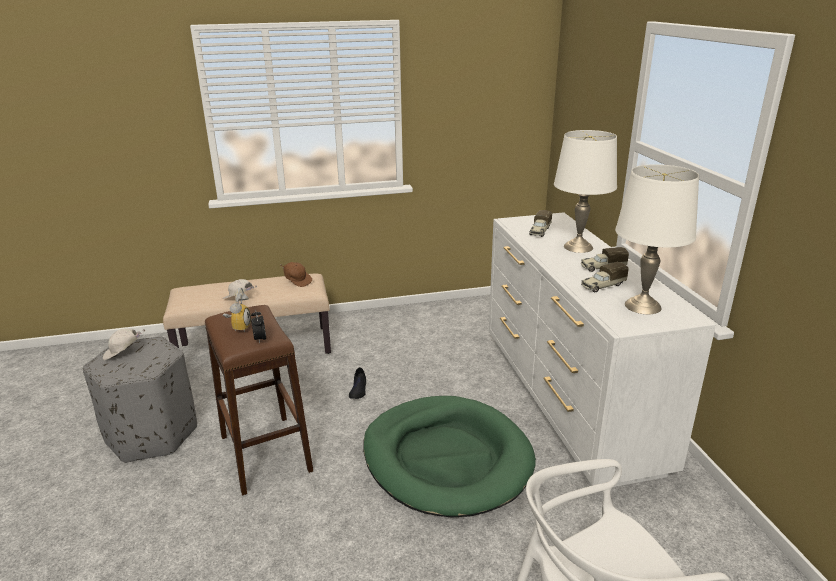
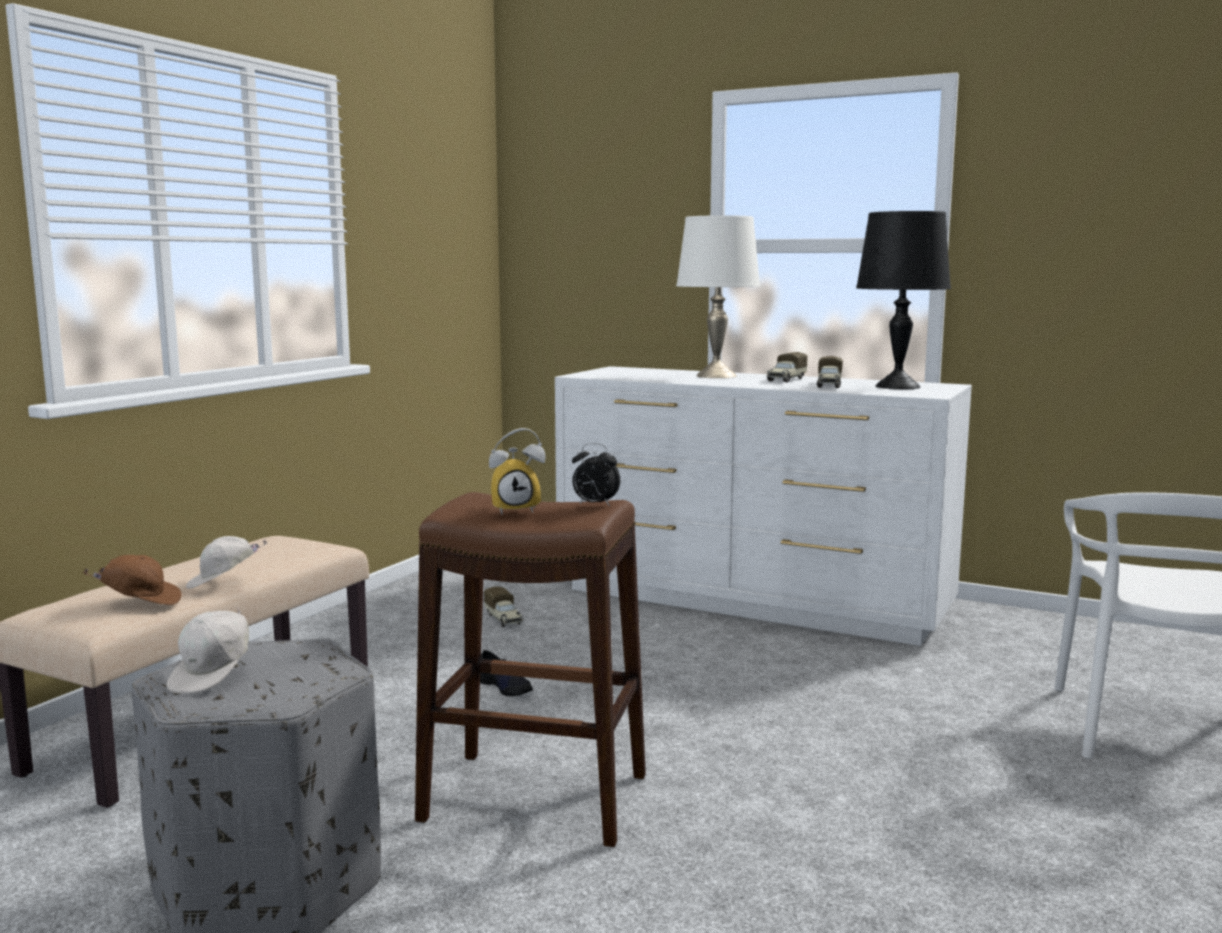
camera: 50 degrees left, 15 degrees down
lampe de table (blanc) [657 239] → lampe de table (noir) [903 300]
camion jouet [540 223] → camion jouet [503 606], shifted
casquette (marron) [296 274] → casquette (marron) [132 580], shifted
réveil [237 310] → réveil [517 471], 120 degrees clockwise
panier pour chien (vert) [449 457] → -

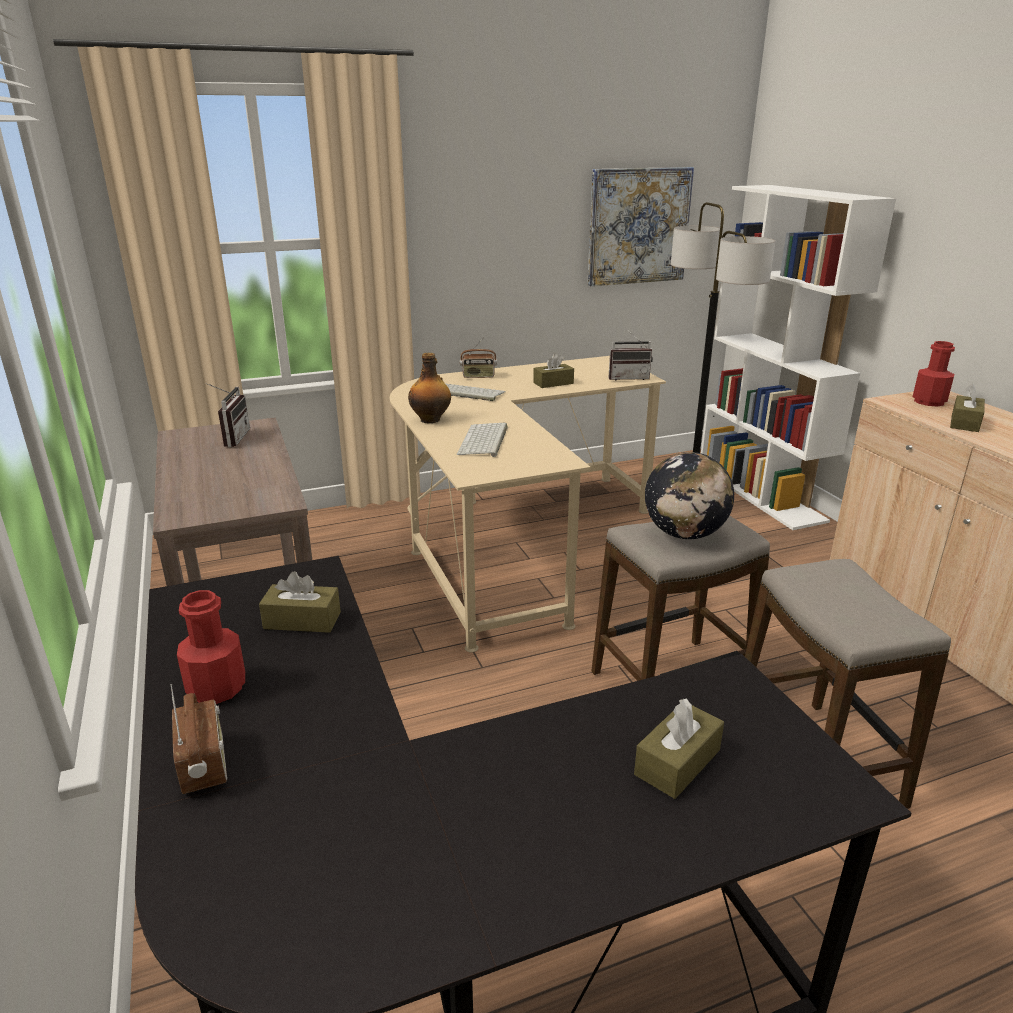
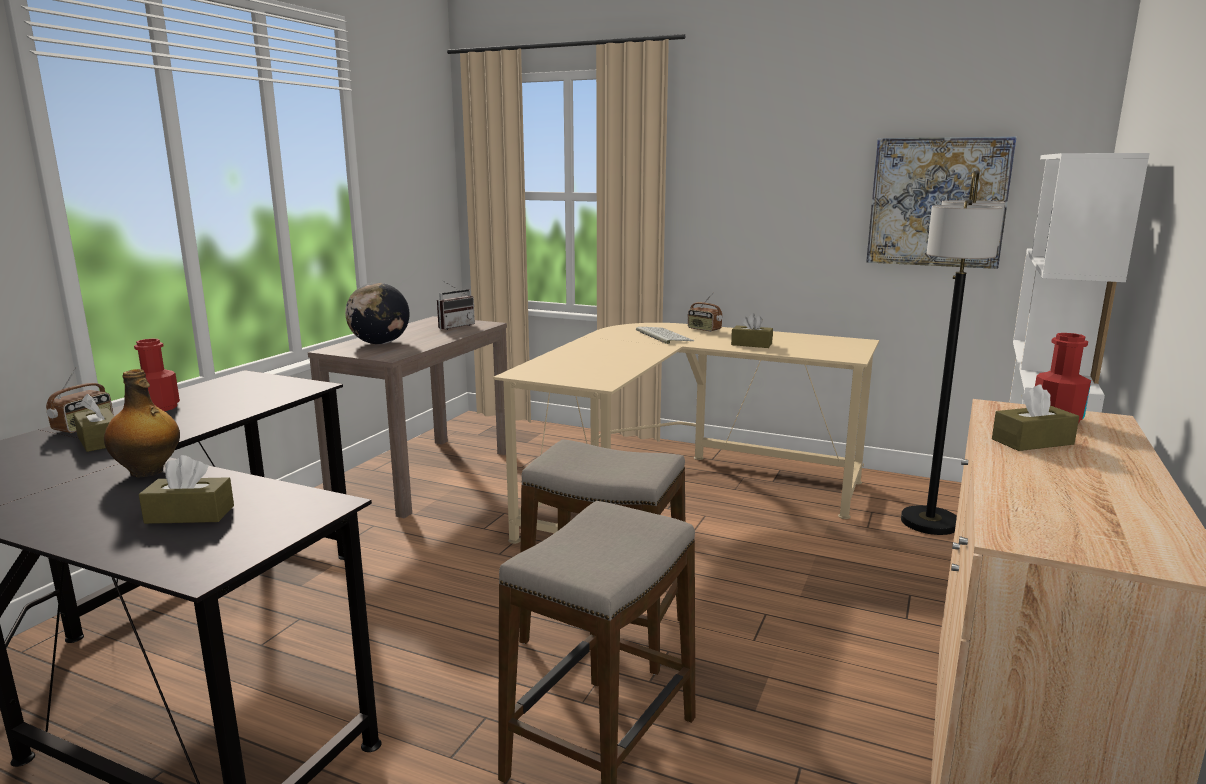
camera: 45 degrees right, 10 degrees down
radio [630 354] → -
bouteille [429 388] → bouteille [142 423], shifted
clavier [482 440] → -
globe [689 495] → globe [377 313], shifted
boîte à mouchoirs (marron) [300 602] → boîte à mouchoirs (marron) [94 423], shifted

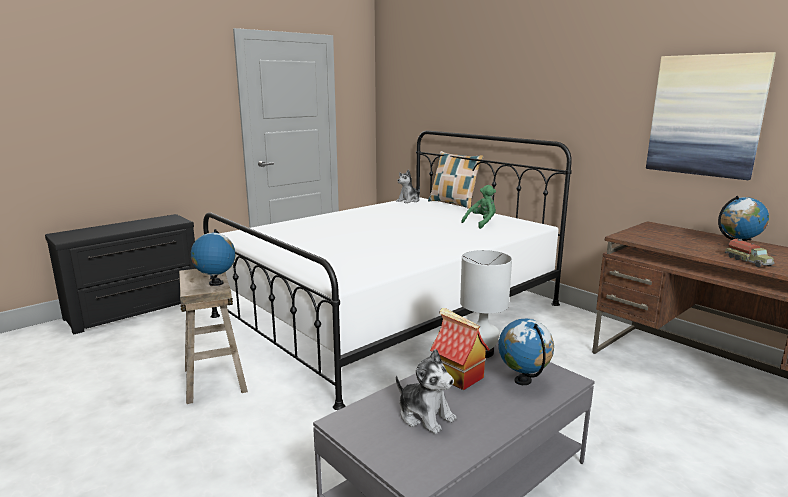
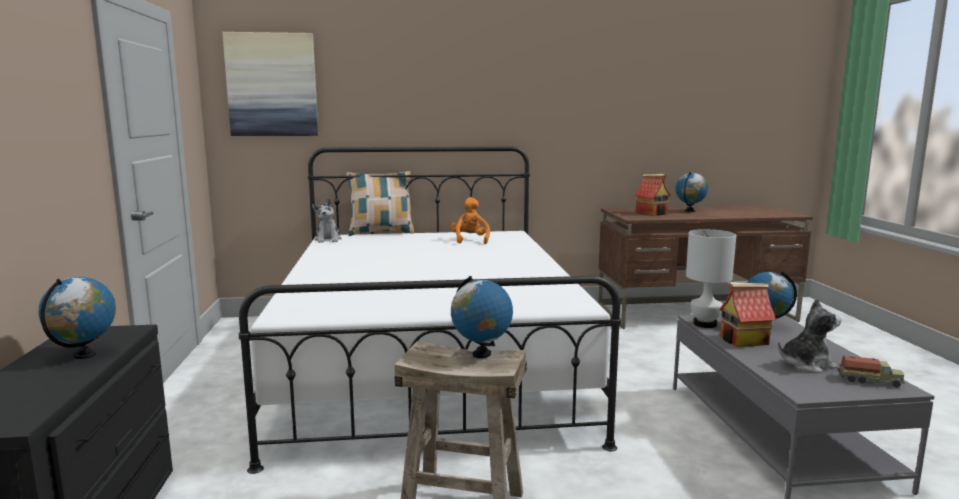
camera: 55 degrees left, 5 degrees down
tableau [711 116] → tableau [270 84], shifted
peluche (vert) [478 207] → peluche (orange) [470 220]
camion jouet [750 253] → camion jouet [871 371], shifted
- → maison miniature [652 195]
- → globe [77 318]

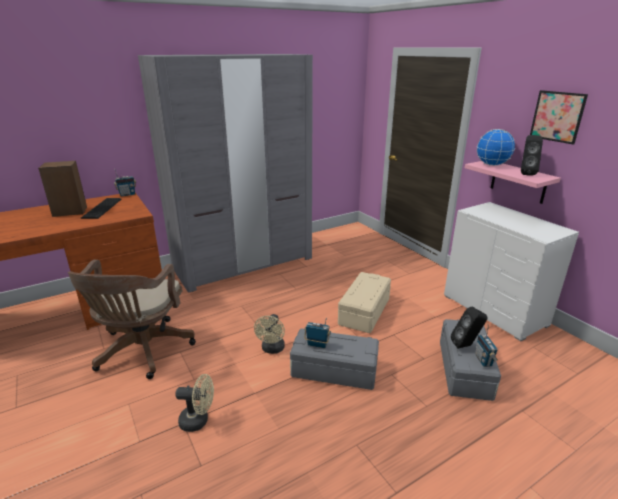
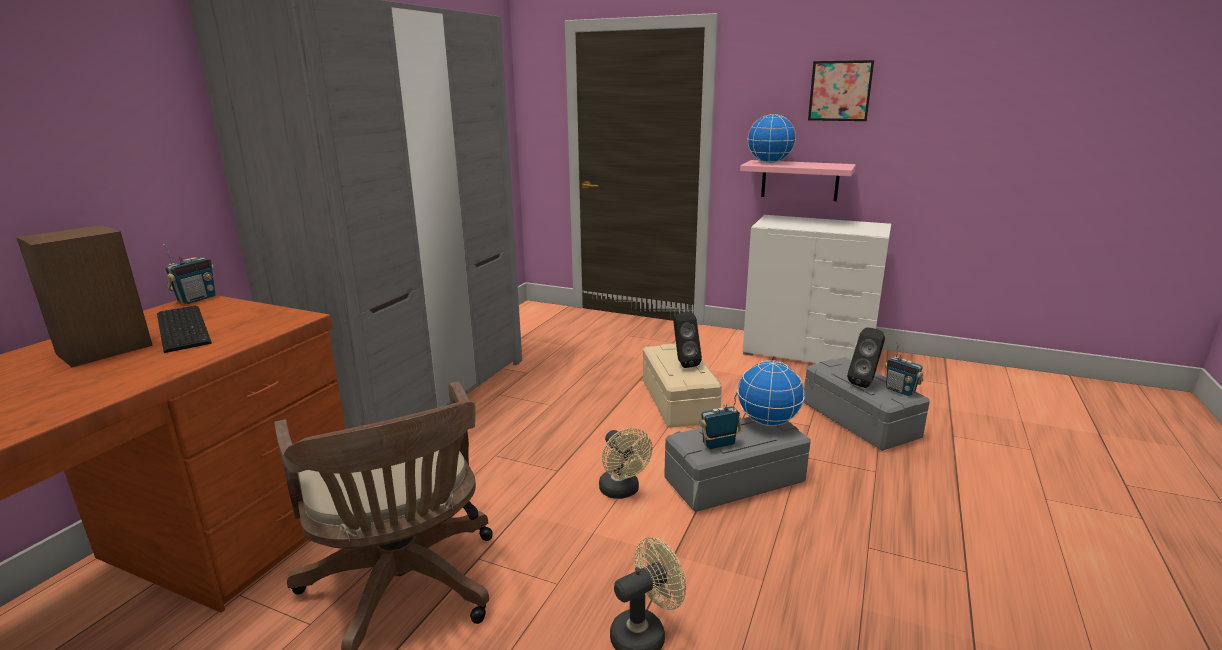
camera: 35 degrees left, 5 degrees down
enceinte (noir) [532 155] → enceinte (noir) [687 340], shifted
- → globe [771 393]

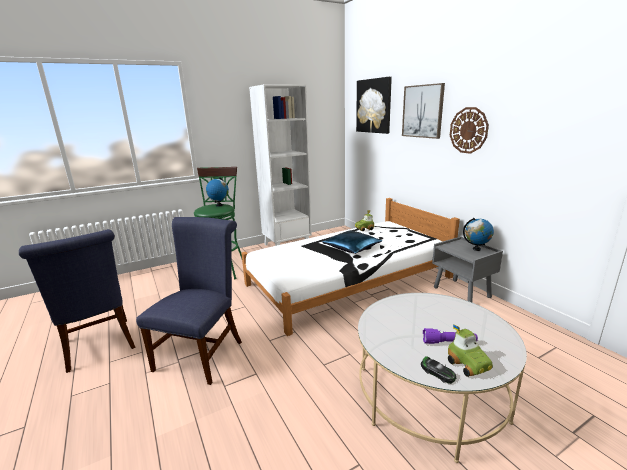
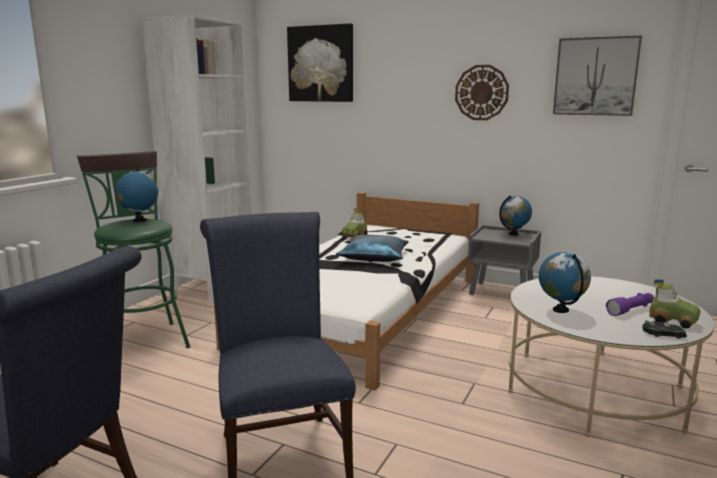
camera: 35 degrees left, 5 degrees down
tableau [423 111] → tableau [597 75], shifted
- → globe [565 282]

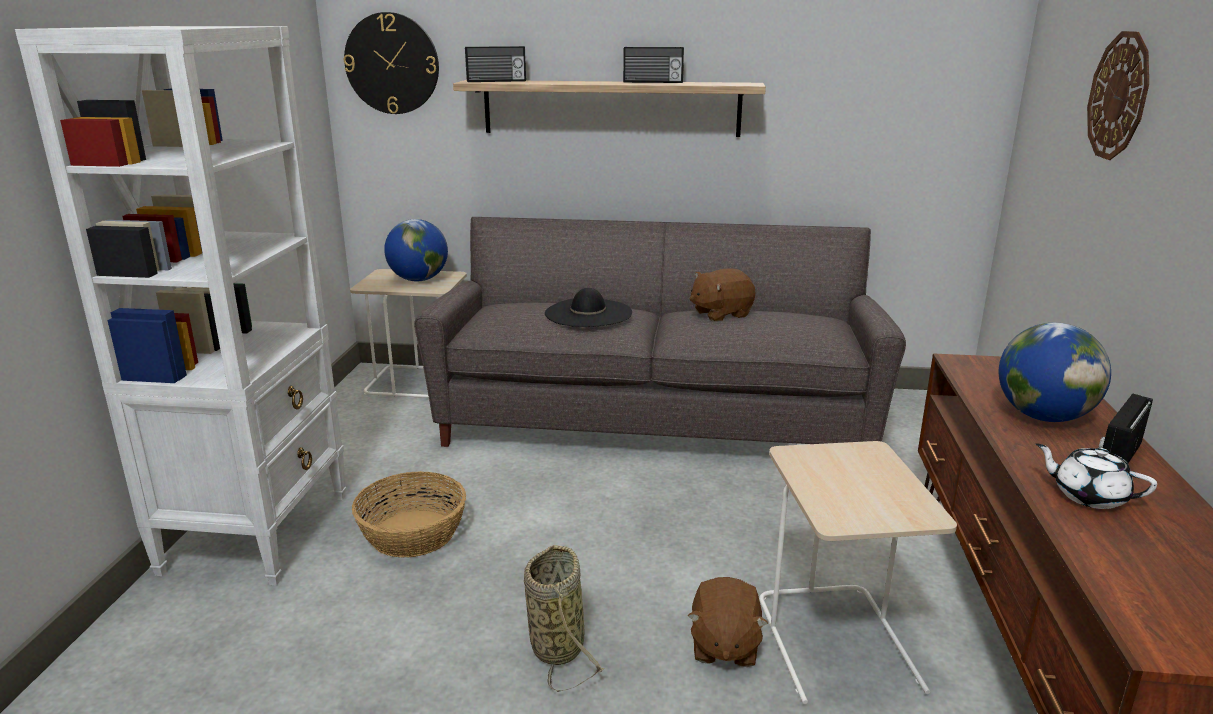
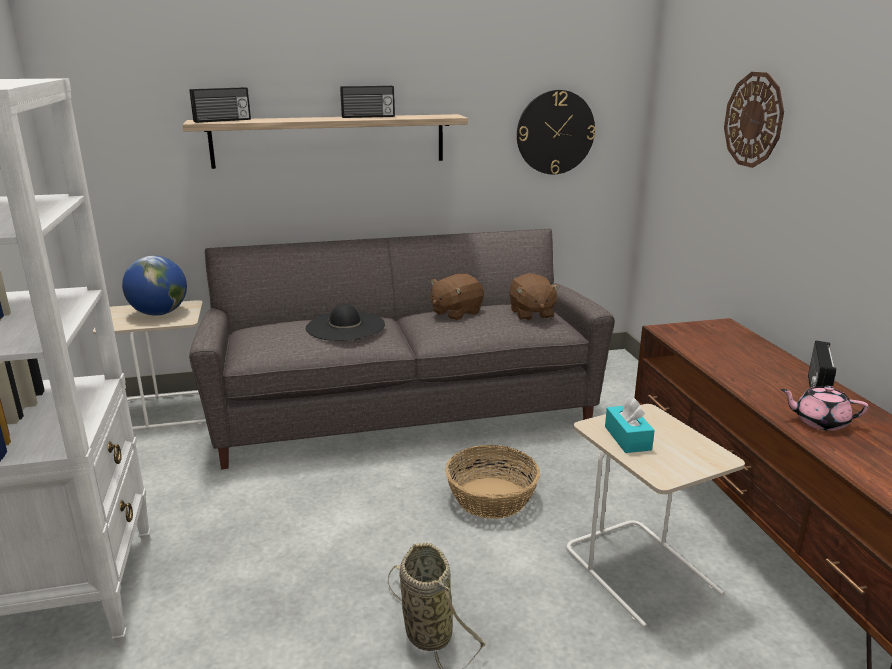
camera: 20 degrees left, 0 degrees up
horloge murale [391 63] → horloge murale [556 132], shifted
globe [1055 372] → -
théière (blanc) [1096 476] → théière (rose) [824 408]
panier [409 514] → panier [492 482], shifted
peluche (marron) [728 622] → peluche (marron) [534 296], shifted
- → boîte à mouchoirs (turquoise) [630 425]

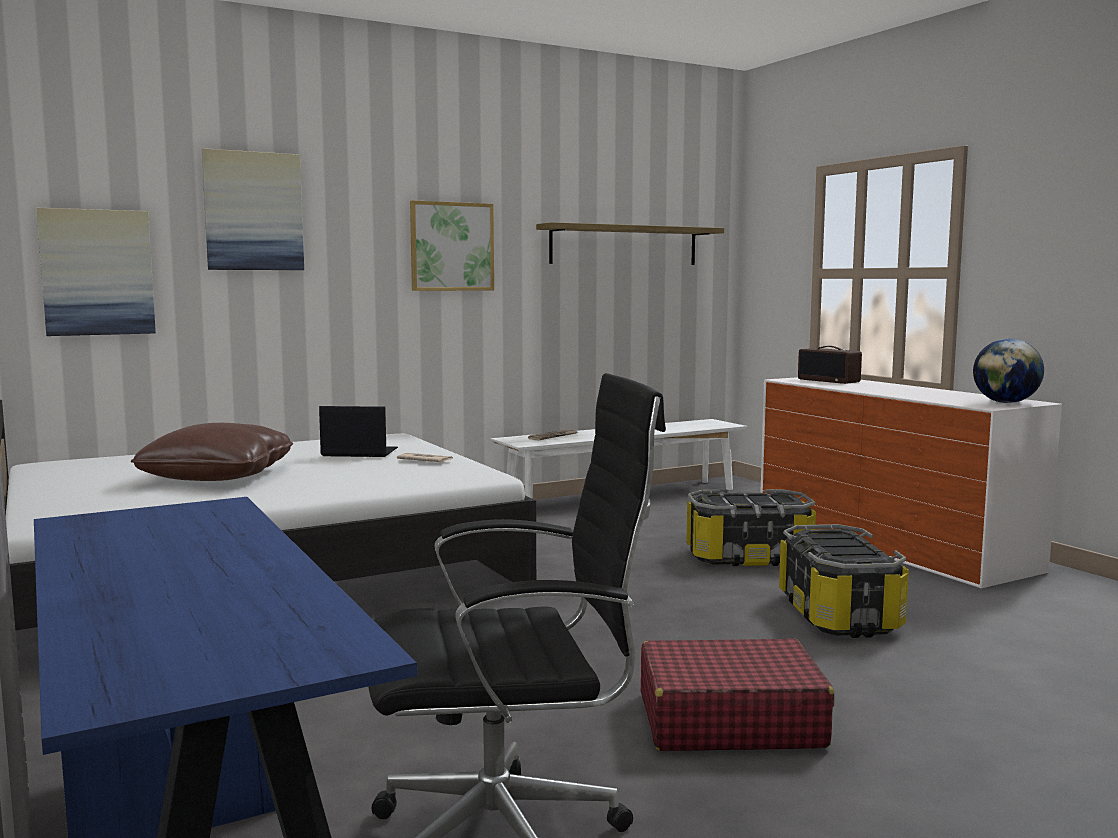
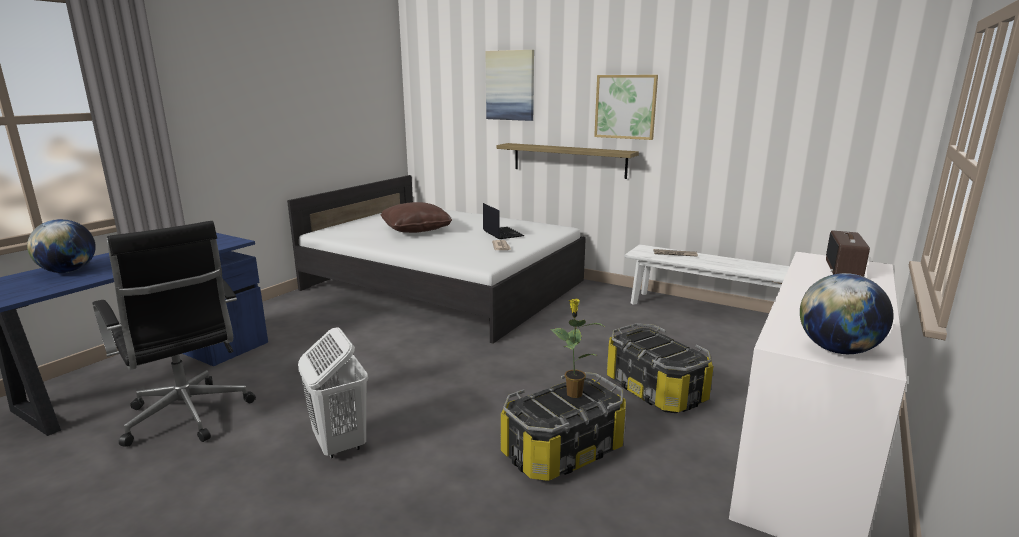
camera: 60 degrees right, 10 degrees up
tableau [96 272] → -
étagère [630 243] → étagère [568 161], shifted
valise (rouge) [737 694] → panier à linge (blanc) [333 392]
- → globe [61 246]
- → plante en pot [577 348]

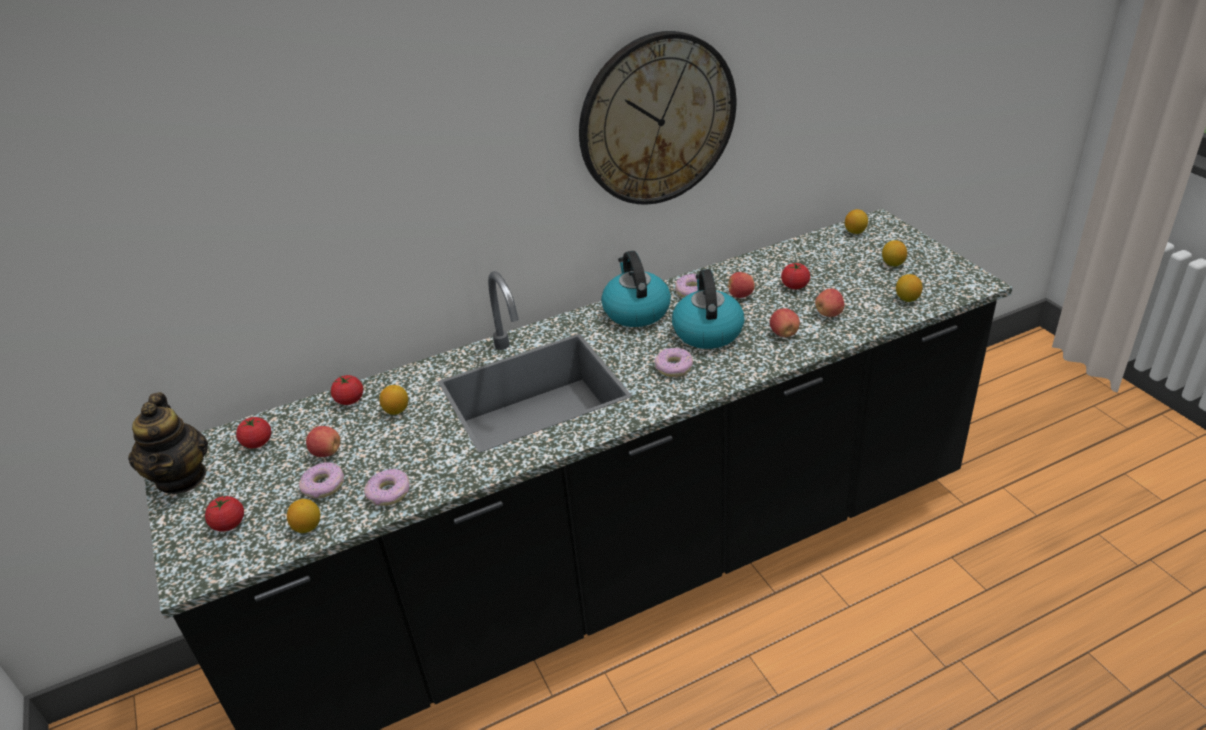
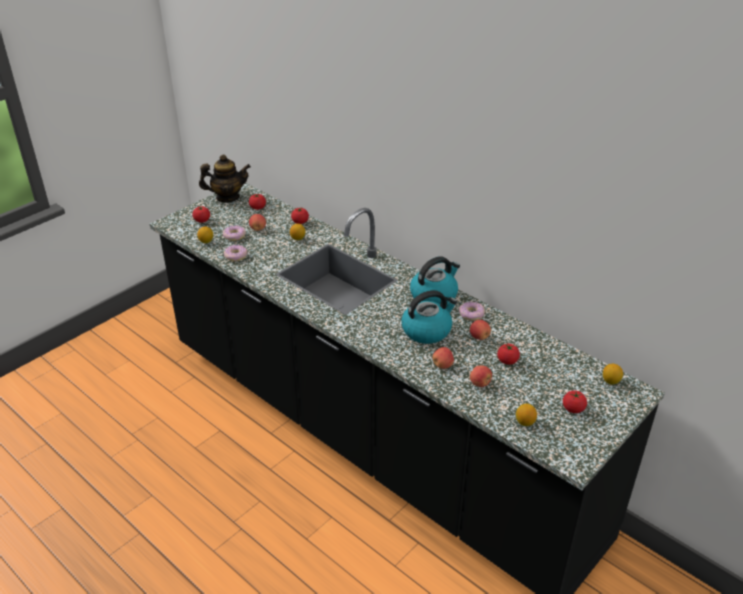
camera: 65 degrees right, 0 degrees up
horloge murale [657 118] → -
citron [894 253] → tomate [575 401]
beignet [674 362] → -
théière [168 443] → théière [225 178], 150 degrees counterclockwise

